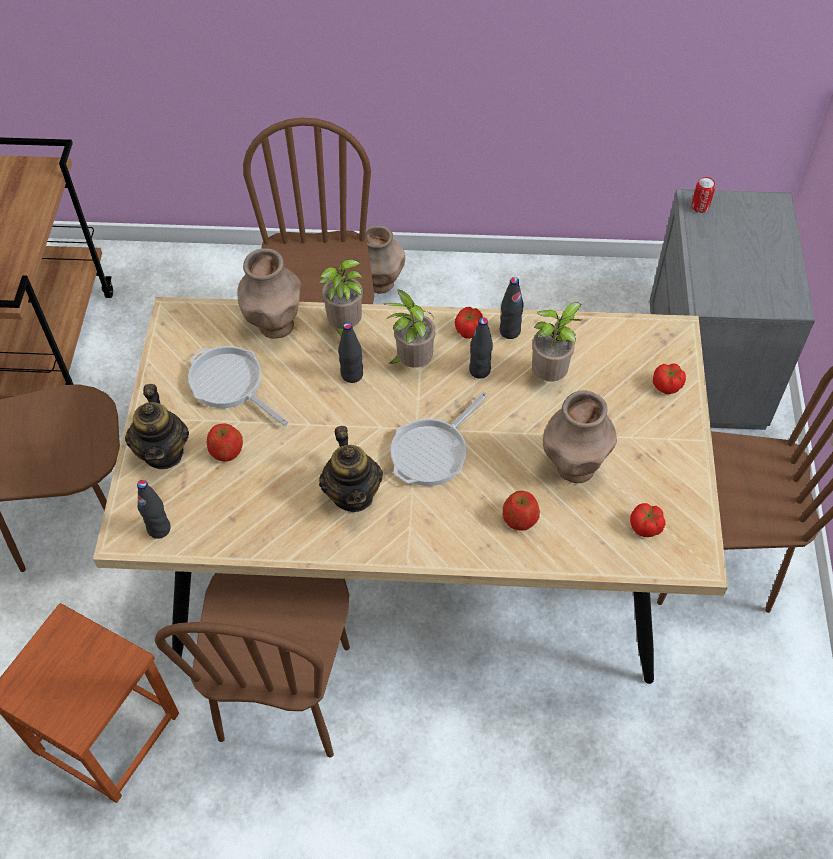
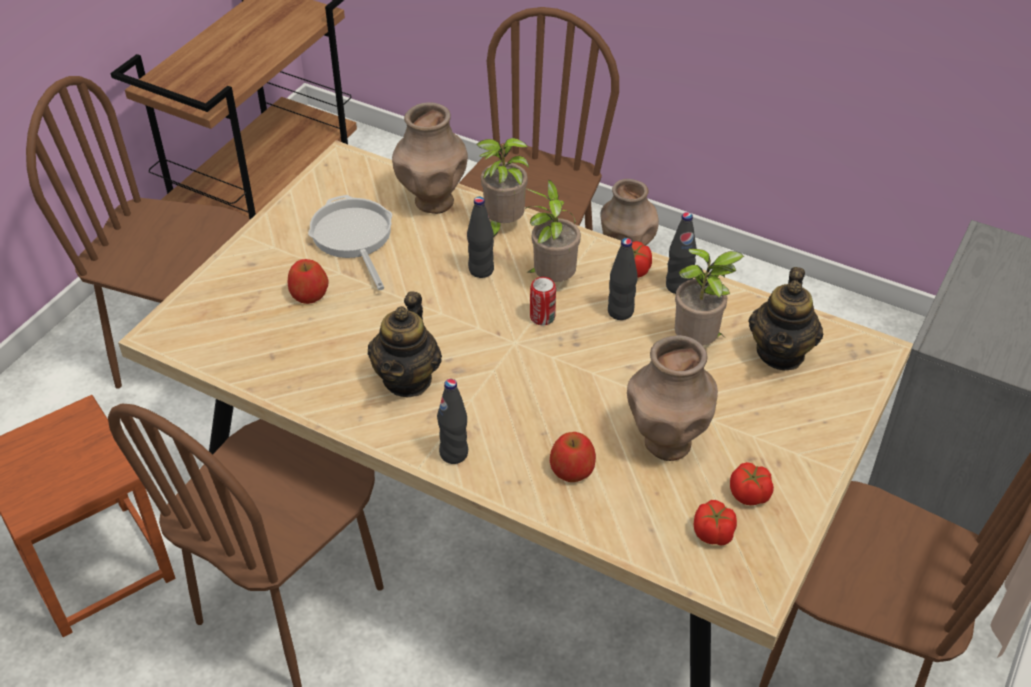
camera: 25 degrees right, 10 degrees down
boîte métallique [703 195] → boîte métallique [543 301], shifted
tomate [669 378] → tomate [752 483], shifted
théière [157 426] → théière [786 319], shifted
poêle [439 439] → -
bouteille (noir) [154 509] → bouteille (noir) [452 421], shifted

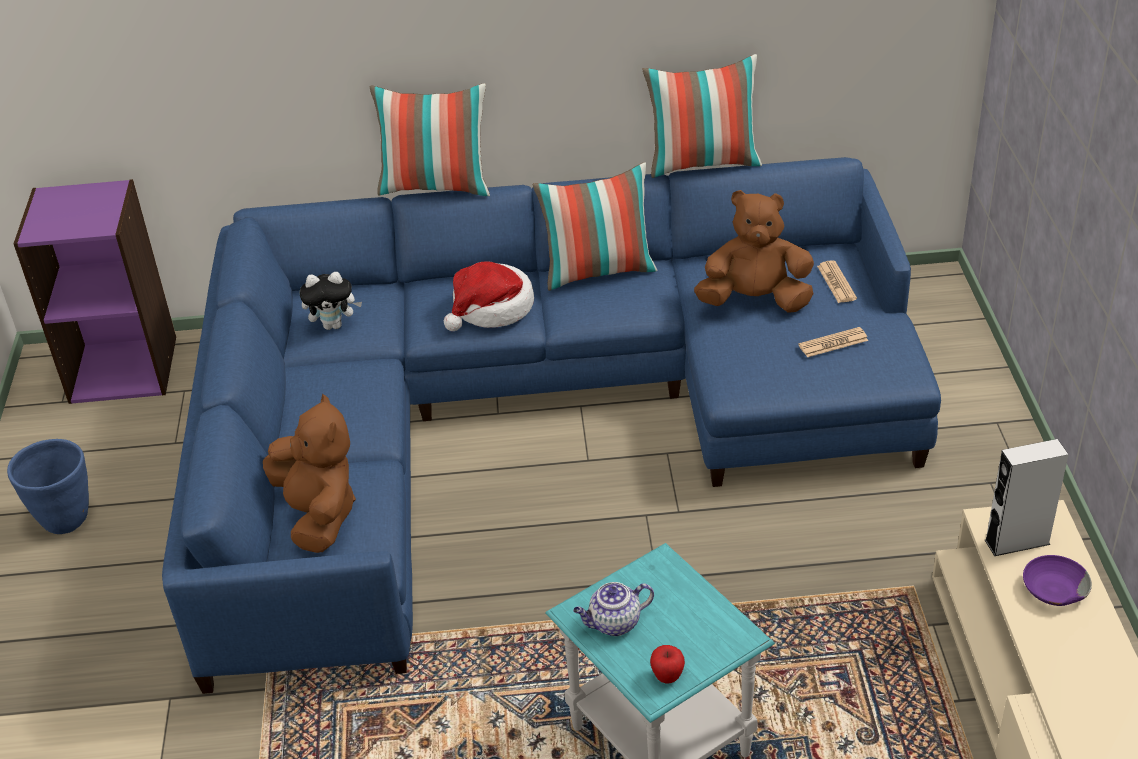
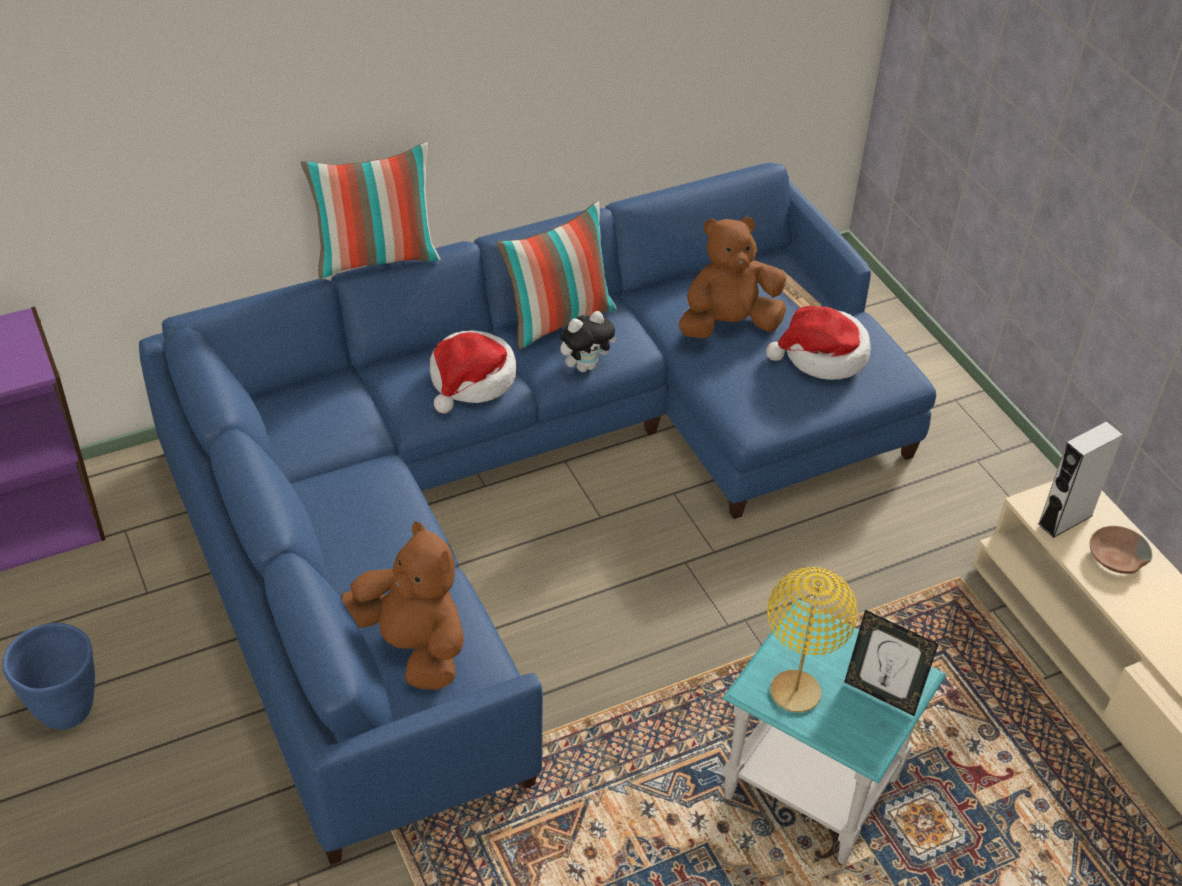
camera: 25 degrees left, 5 degrees up
coussin [702 116] → -
peluche [331 301] → peluche [588 341], shifted
journal [833 342] → chapeau [818 343]
bol (violet) [1057 580] → bol (marron) [1121 550]
théière [613 609] → lampe de table (jaune) [812 640]
pomme [667 664] → -
- → cadre photo [891 663]

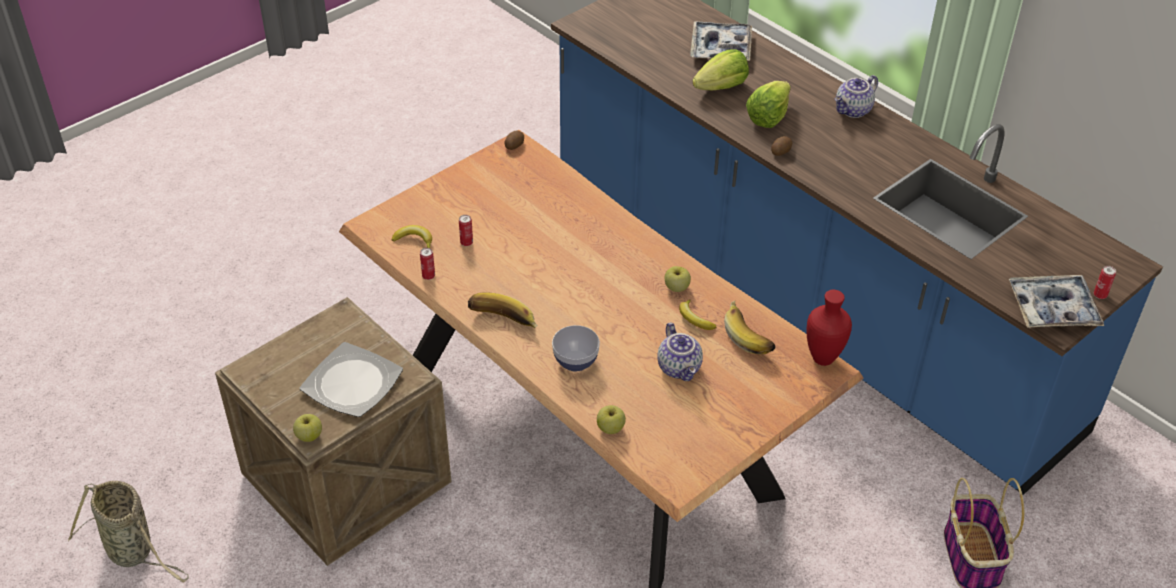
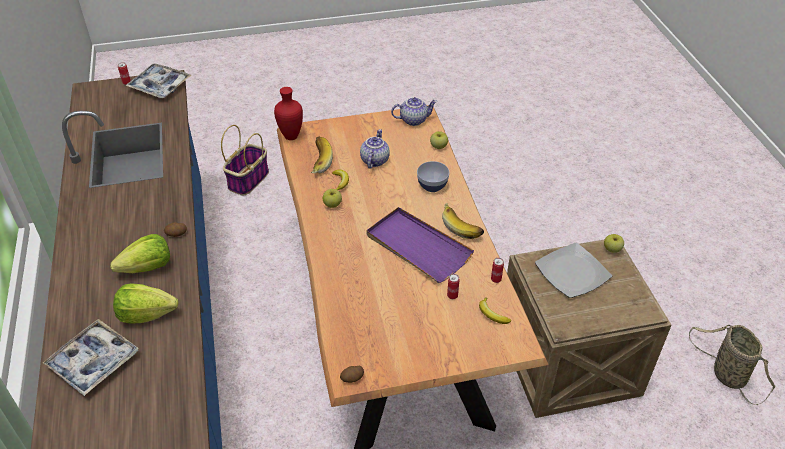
camera: 150 degrees left, 0 degrees up
théière [856 96] → théière [414 111], shifted
- → plateau (violet) [420 245]

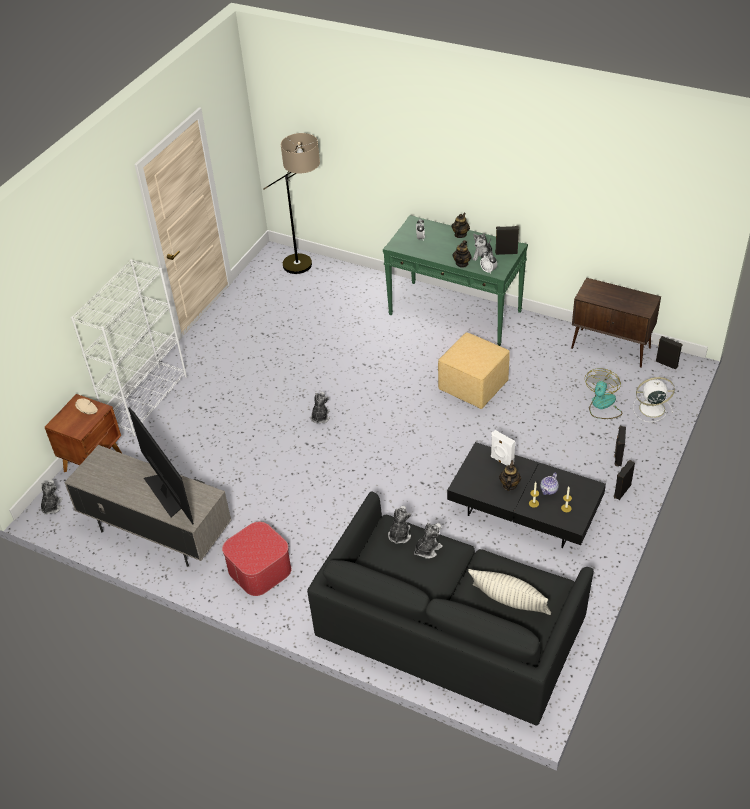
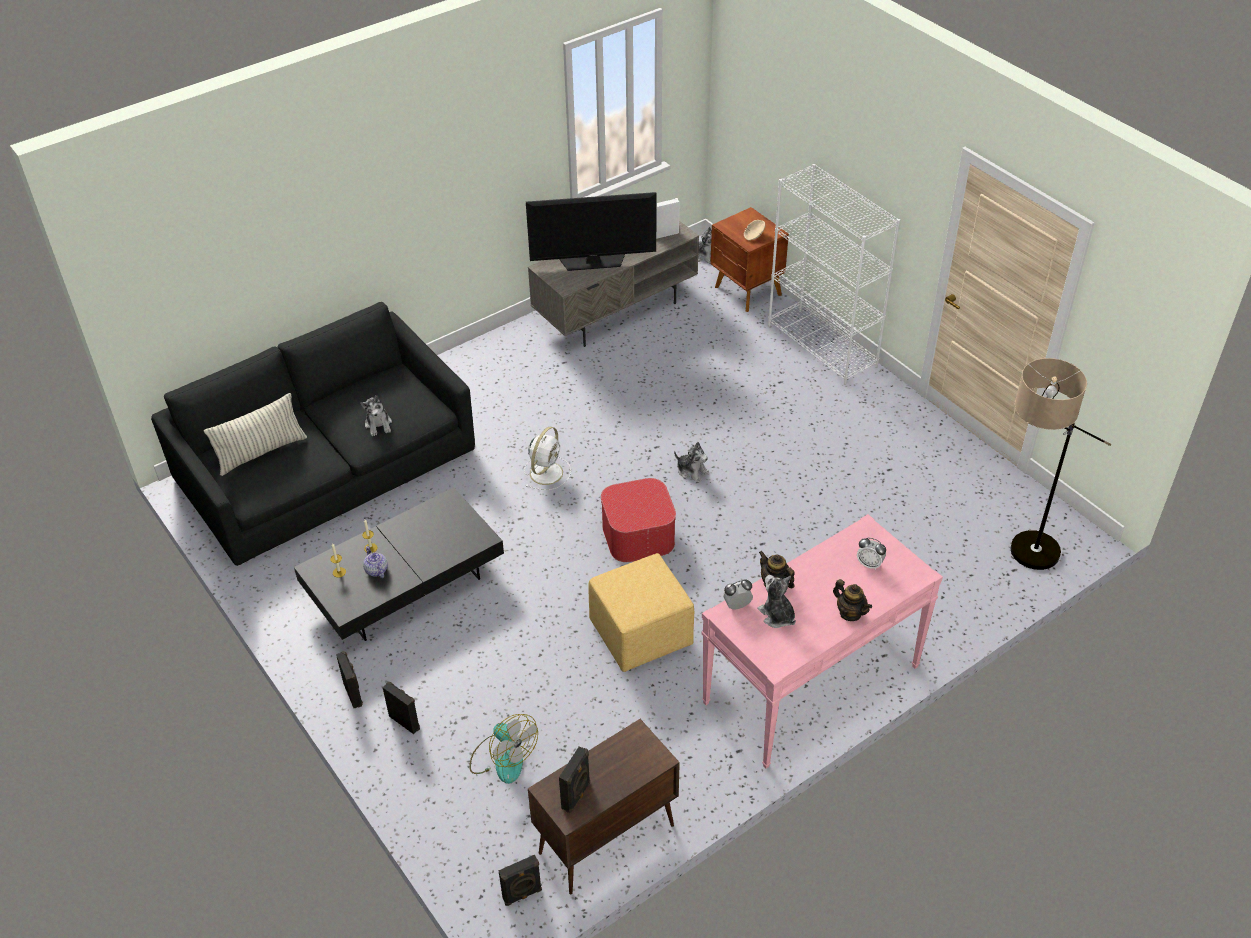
camera: 115 degrees right, 0 degrees up
table console (vert) [455 280] → table console (rose) [822 641]
enceinte (noir) [507 240] → enceinte (noir) [574 779], shifted
ventilateur (blanc) [654 399] → ventilateur (blanc) [547 458], shifted
enceinte (blanc) [503 448] → enceinte (blanc) [667 218], shifted
théière [510 475] → -
peluche [399 525] → -
pouf [256 559] → pouf [638 520], shifted

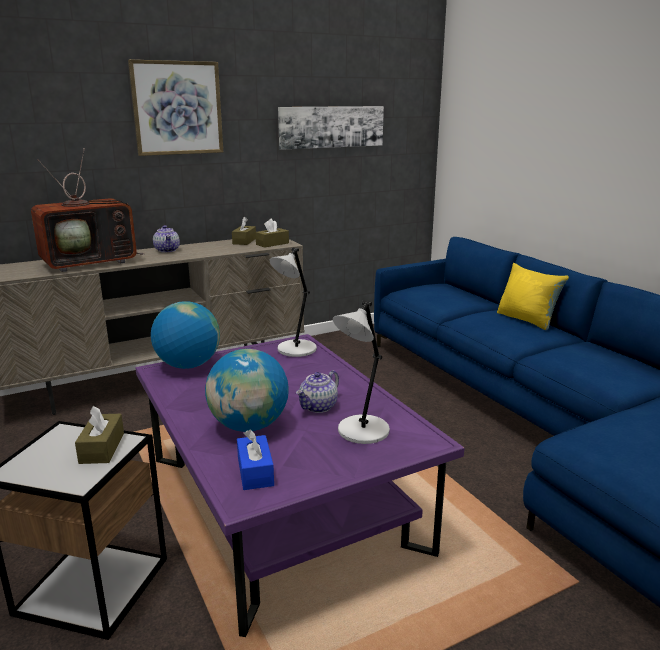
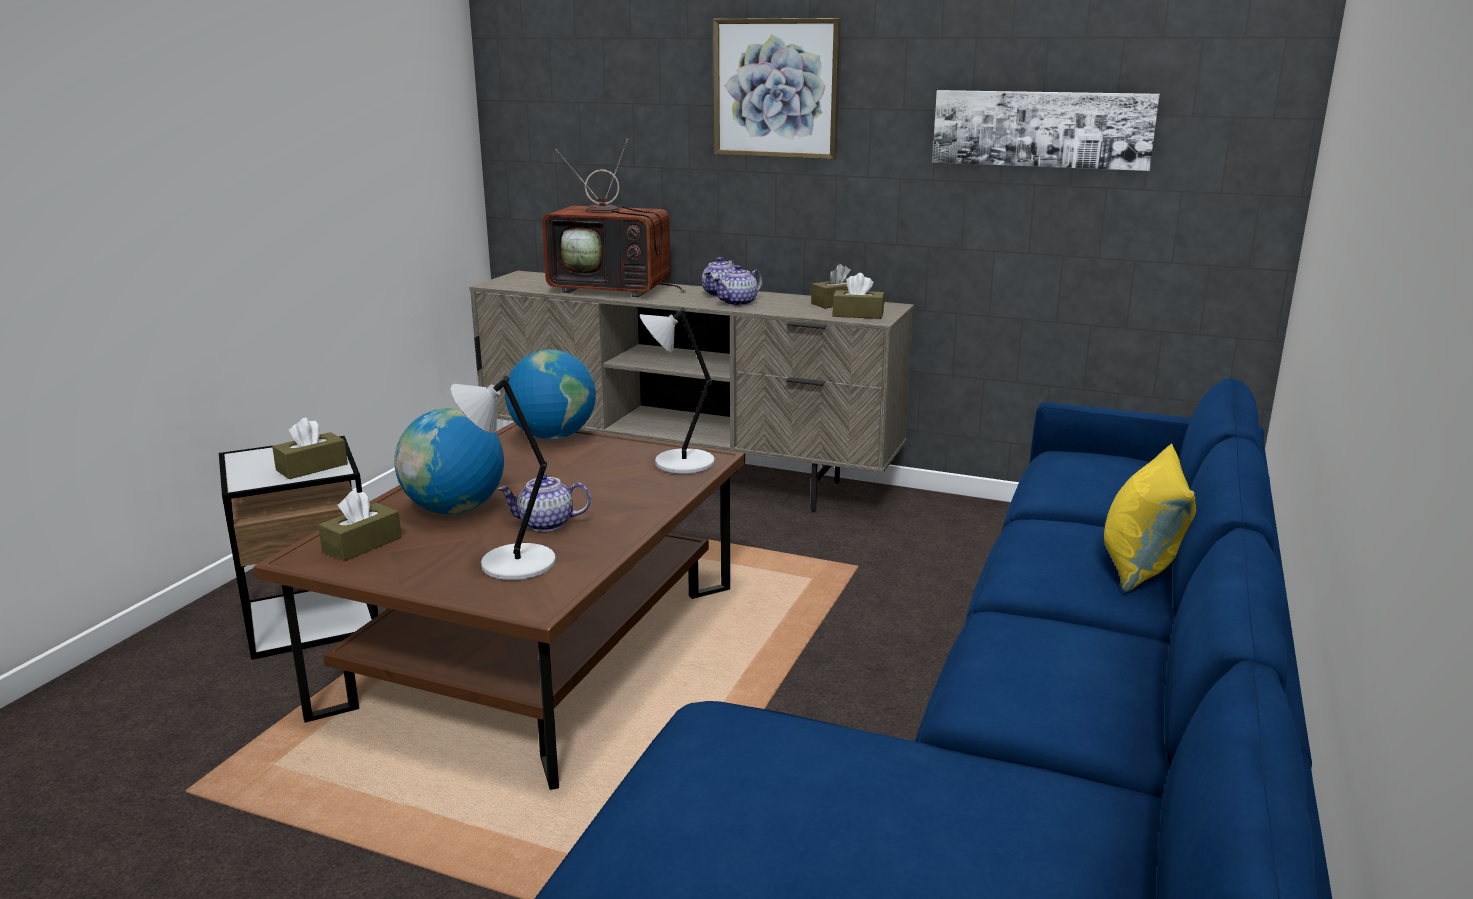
camera: 50 degrees right, 0 degrees up
table basse (violet) [299 485] → table basse (marron) [499 605]
boîte à mouchoirs (bleu) [255 460] → boîte à mouchoirs (marron) [360 525]
- → théière [738 285]

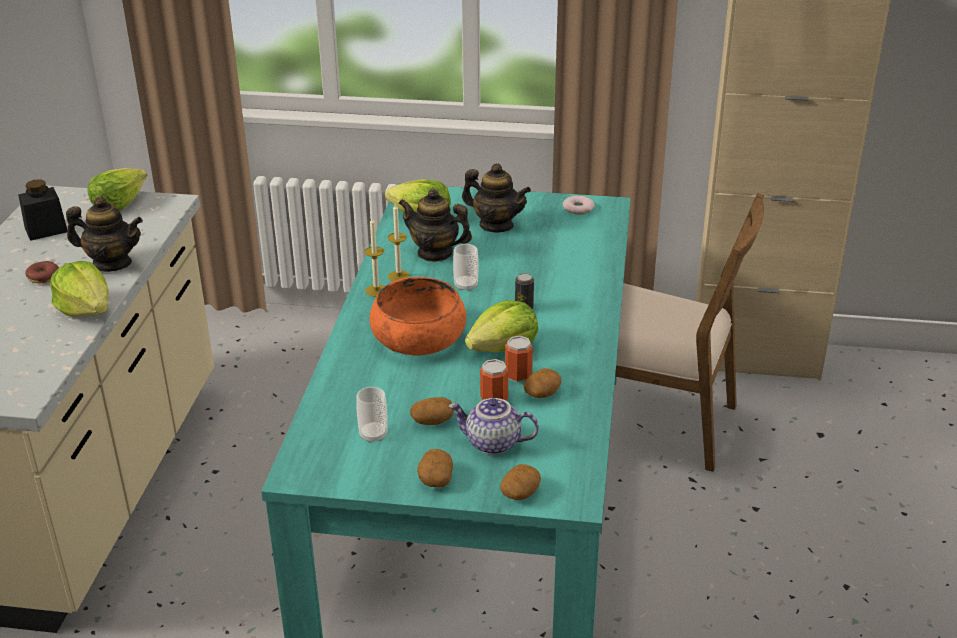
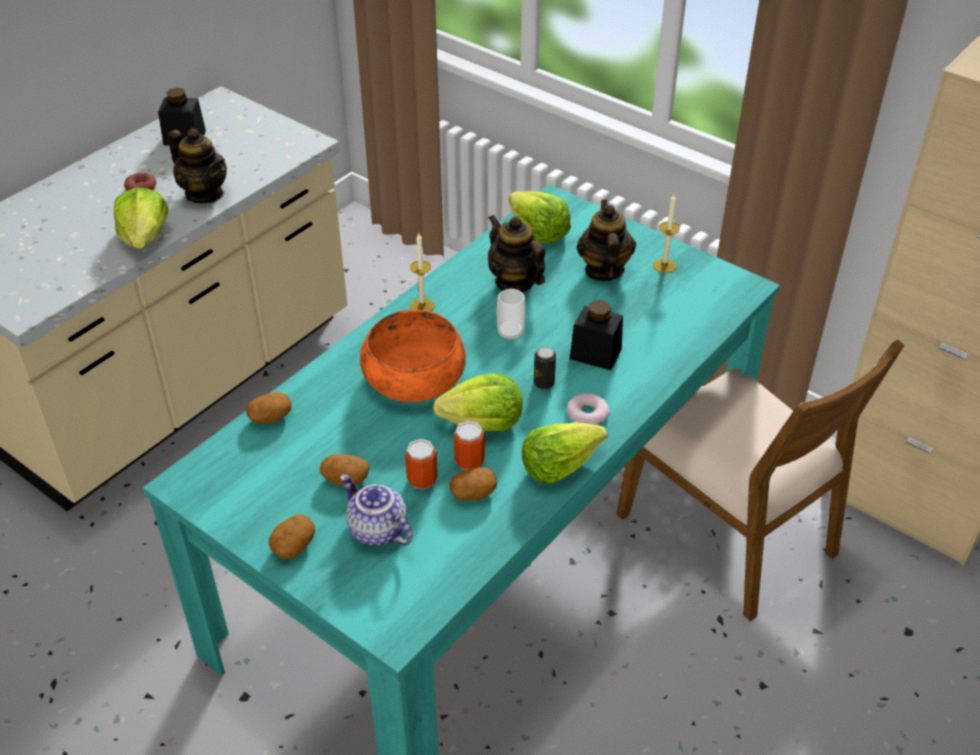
camera: 30 degrees right, 10 degrees up
théière [496 197] → théière [606 240], 150 degrees counterclockwise
laitue [117 189] → laitue [564 453], shifted
beignet [579 205] → beignet [588 409], shifted
bougie [398 242] → bougie [666 233], shifted
tasse [372 415] → -
pomme de terre [520 482] → pomme de terre [269 408], shifted
- → bocal (noir) [596 335]

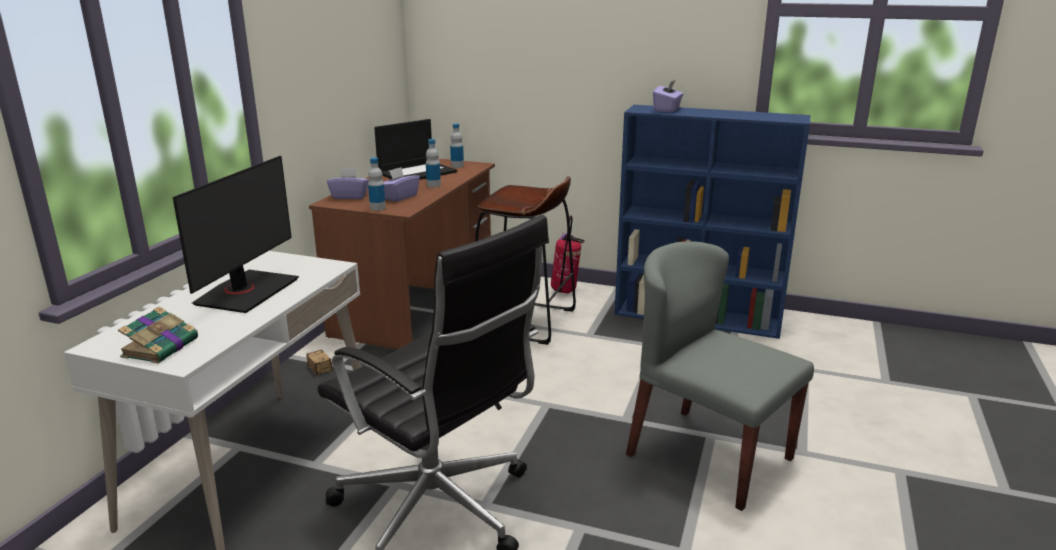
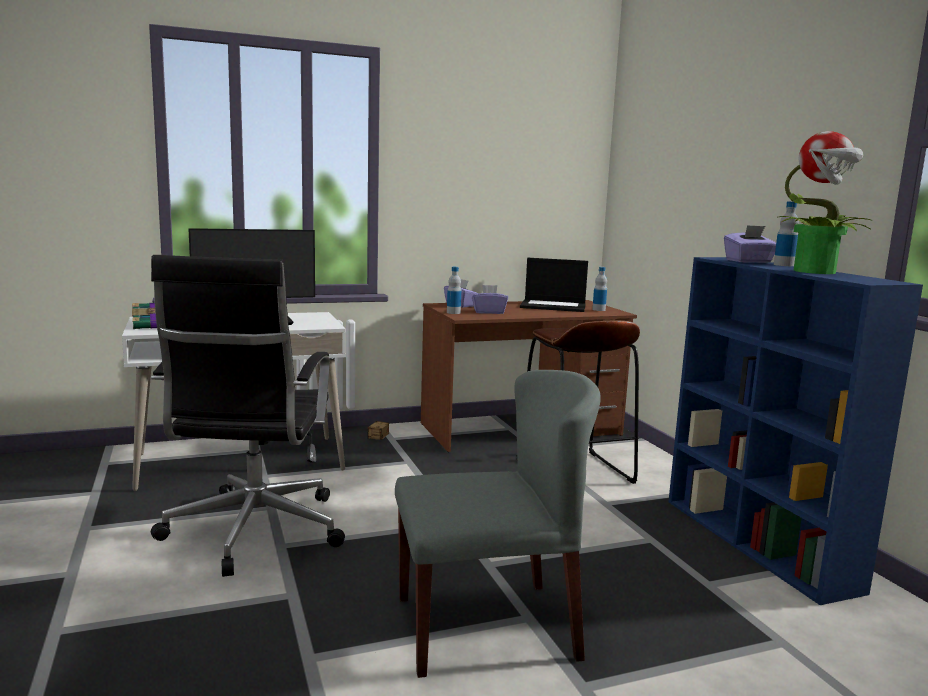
camera: 50 degrees right, 10 degrees down
bouteille [433 163] → bouteille [786 234], shifted
extincteur [568 254] → -
chaise (gris) [720 376] → chaise (gris) [498 524], 75 degrees clockwise
- → plante en pot [825 202]

